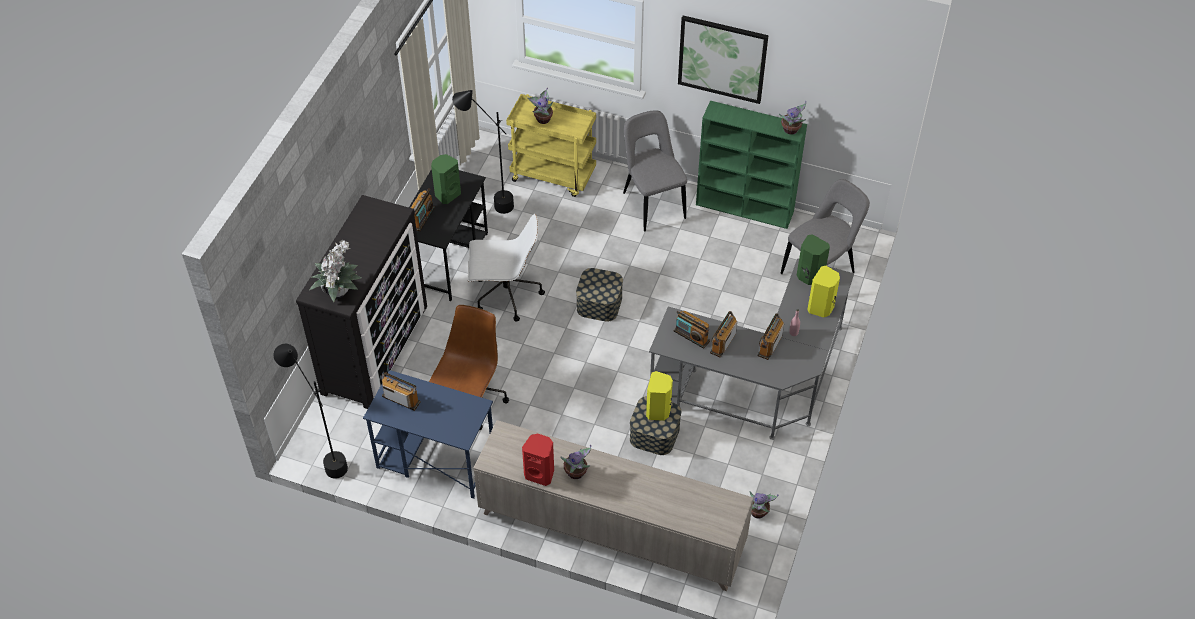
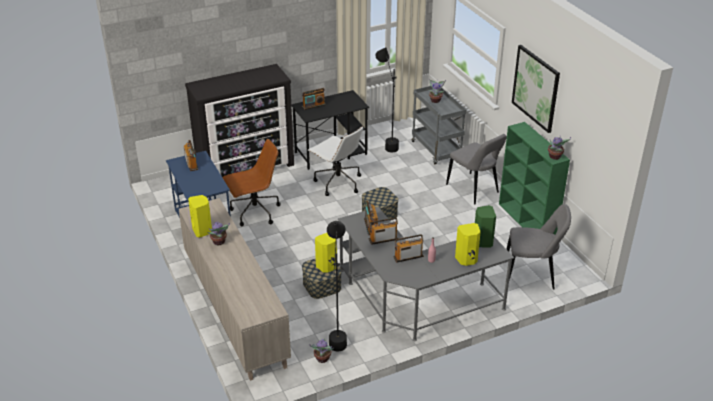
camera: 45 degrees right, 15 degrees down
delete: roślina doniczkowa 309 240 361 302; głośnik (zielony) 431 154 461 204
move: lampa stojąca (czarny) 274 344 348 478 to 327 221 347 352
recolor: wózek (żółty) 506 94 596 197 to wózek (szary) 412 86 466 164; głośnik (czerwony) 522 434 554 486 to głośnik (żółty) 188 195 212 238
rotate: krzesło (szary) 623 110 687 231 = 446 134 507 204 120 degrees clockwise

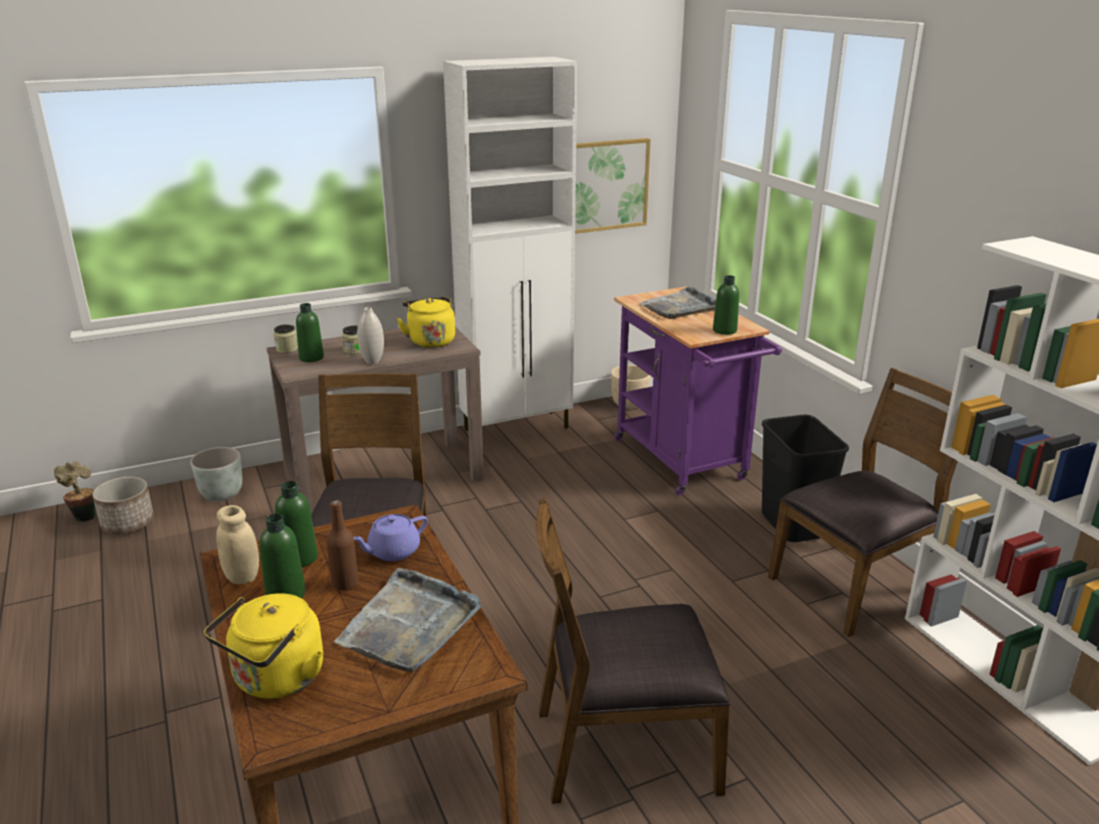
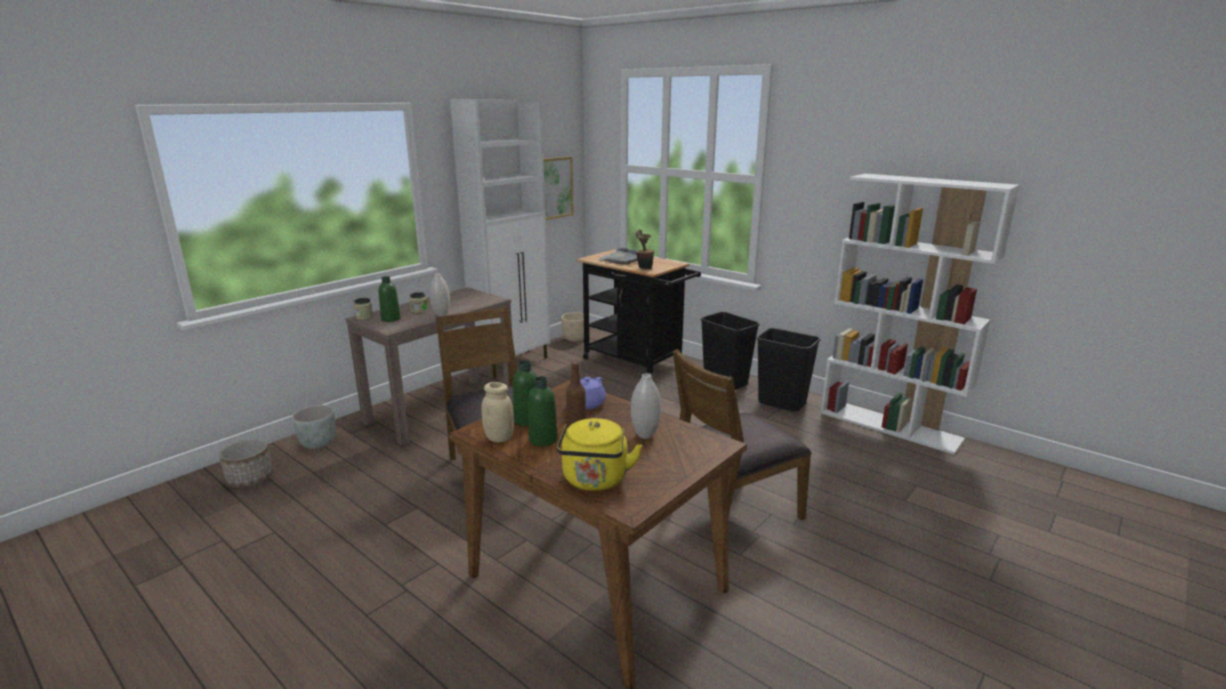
camera: 25 degrees left, 5 degrees down
delete: czajnik (żółty) 397 297 455 348; butelka (zielony) 713 275 739 335
move: roślina doniczkowa 54 461 95 522 to 636 229 654 269
replace: taca (szary) 334 568 482 672 to wazon (biały) 631 373 661 439; krzesło (brązowy) 768 368 958 637 to kosz na śmieci (czarny) 757 328 820 412
recolor: wózek (fioletowy) 614 287 782 496 to wózek (czarny) 577 250 701 377

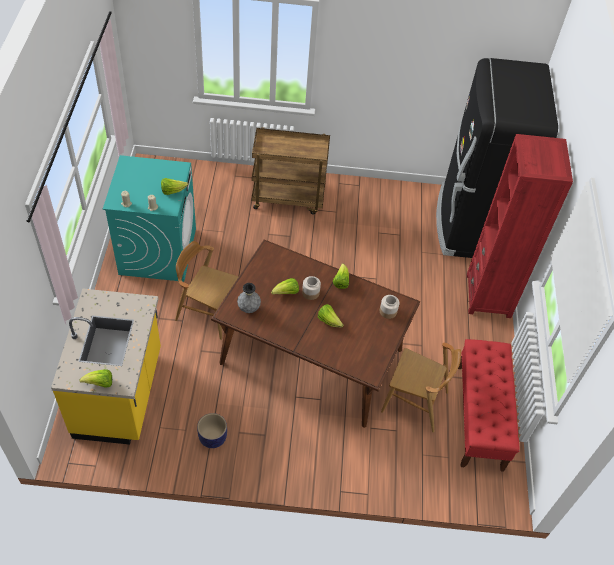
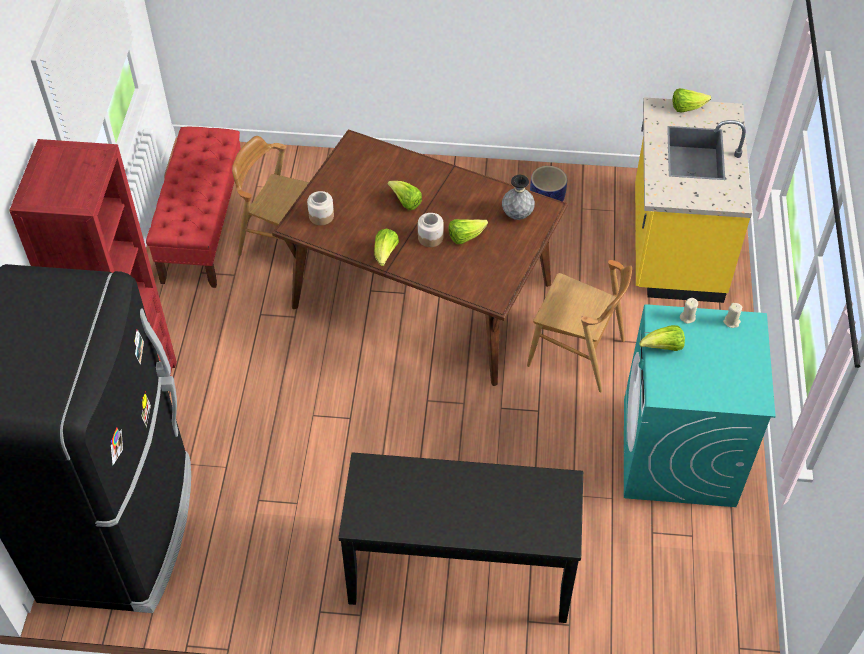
camera: 175 degrees left, 0 degrees up
replace: wózek (brązowy) 252 127 330 215 to stolik konsolowy (czarny) 338 452 583 623

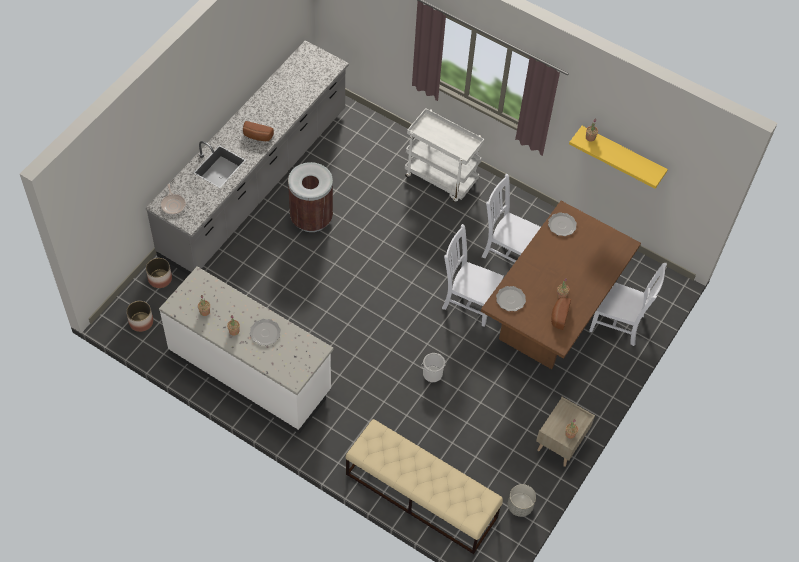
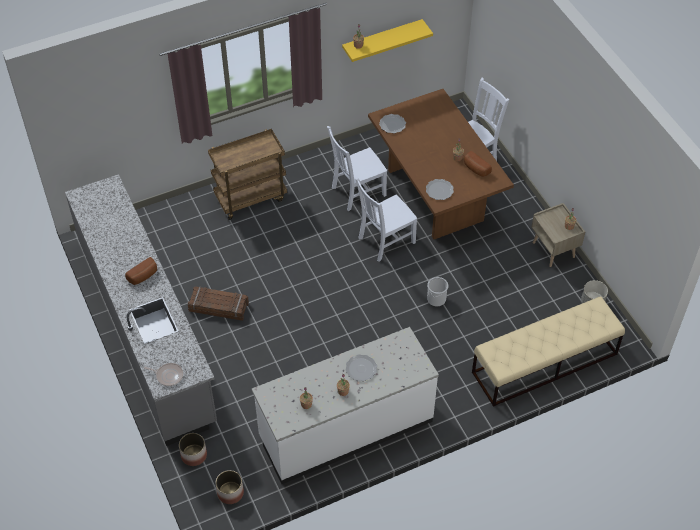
camera: 55 degrees left, 5 degrees down
replace: kosz na śmieci (brązowy) 288 162 333 232 to skrzynka 188 286 249 321
recolor: wózek (biały) 405 108 484 202 to wózek (brązowy) 208 129 287 220

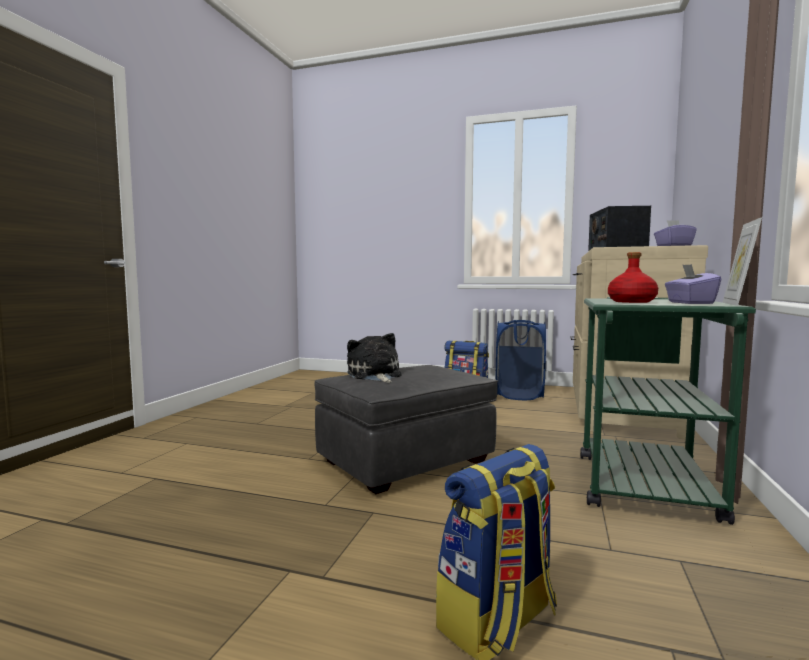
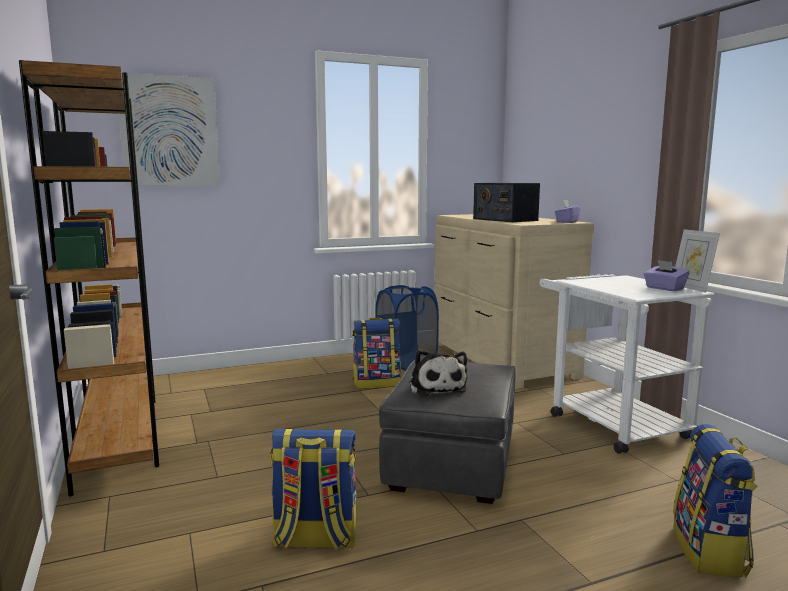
camera: 40 degrees left, 5 degrees up
delete: butelka (czerwony) 608 252 658 303
insert: regał (brązowy) 19 60 159 497; obraz 119 73 220 186; plecak 270 429 357 549
recolor: wózek (zielony) 580 297 756 525 to wózek (biały) 540 274 715 454
rotate: pluszak 347 333 402 383 = 409 349 467 396 135 degrees counterclockwise

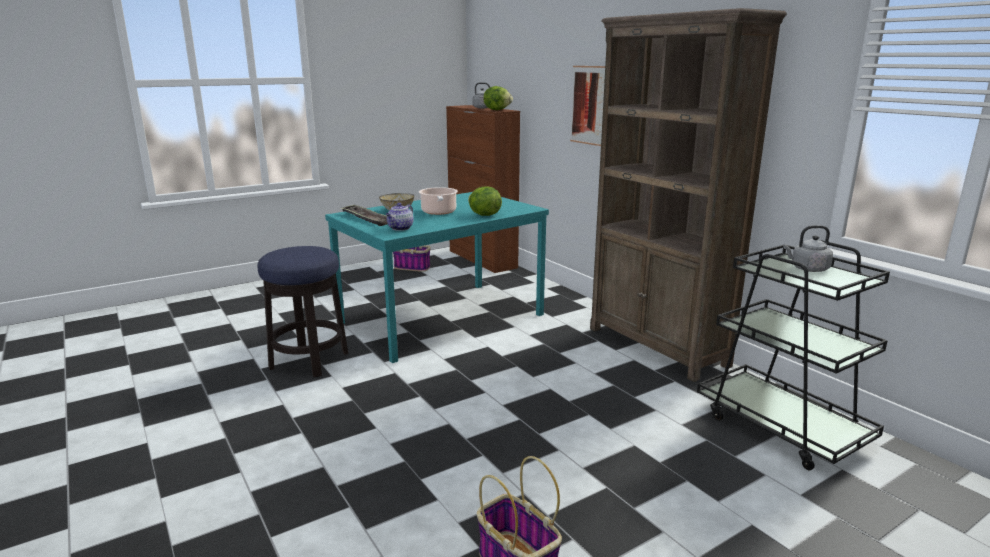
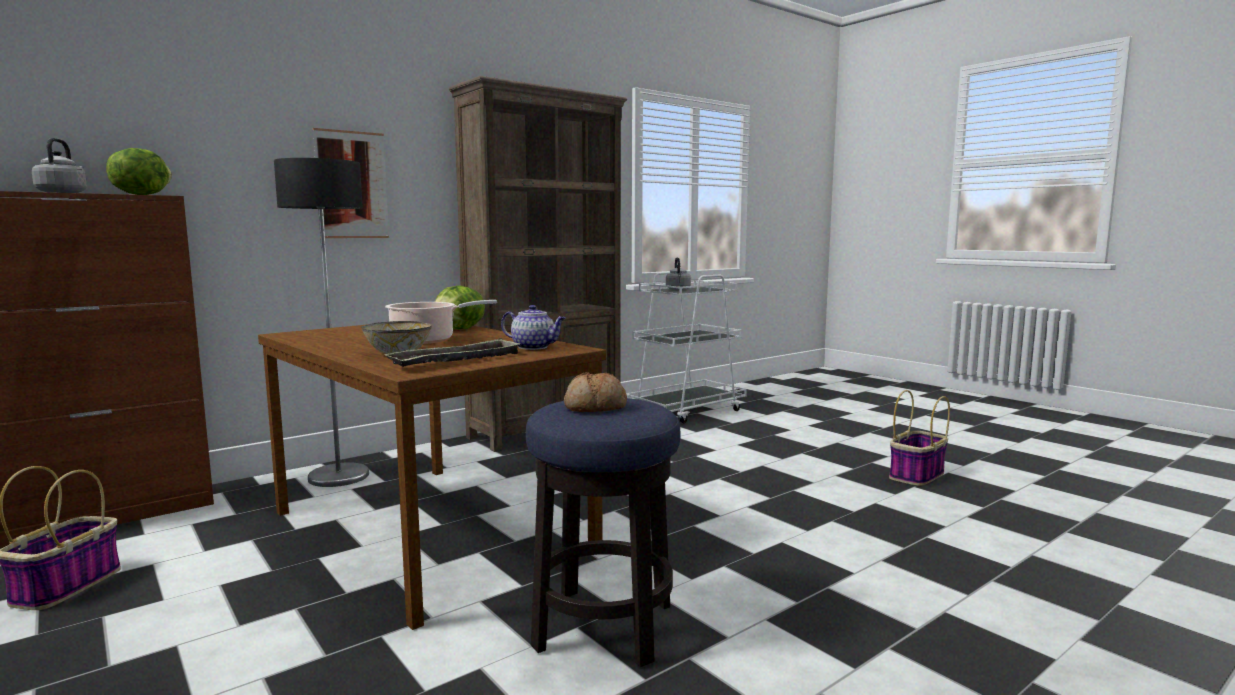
camera: 95 degrees left, 10 degrees down
insert: lampa stojąca 274 158 369 487; chleb 564 372 627 412
recolor: stół jadalny (turkusowy) 325 192 549 363 to stół jadalny (brązowy) 258 324 606 630; wózek (czarny) 697 240 890 470 to wózek (biały) 626 272 747 423

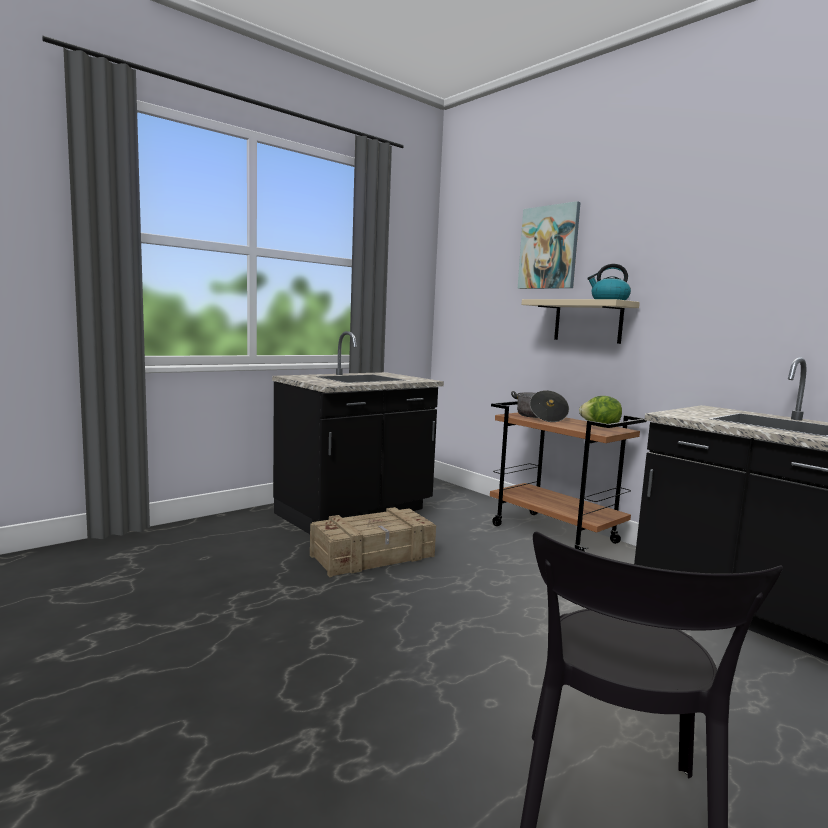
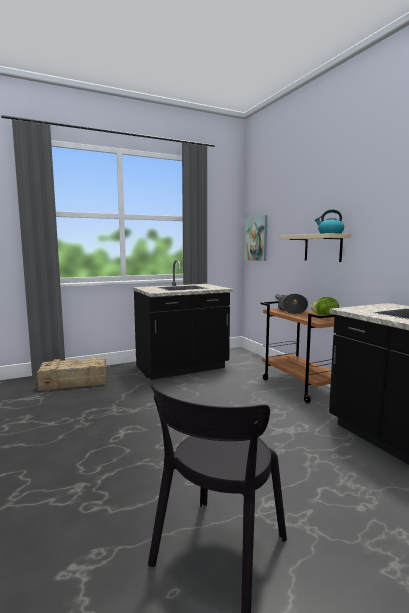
camera: 15 degrees right, 0 degrees up
move: skrzynka 310 507 436 577 to 37 356 106 391; obraz 518 201 581 289 to 244 215 267 261

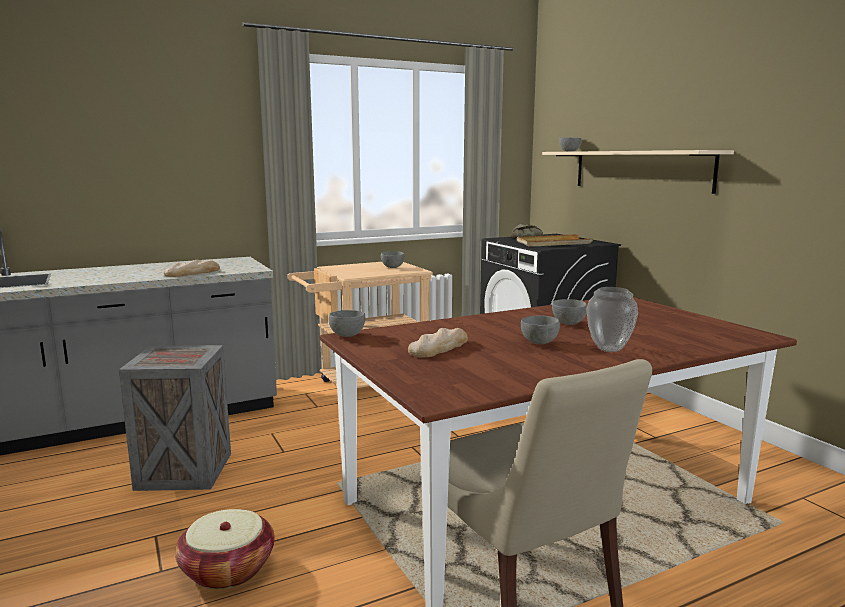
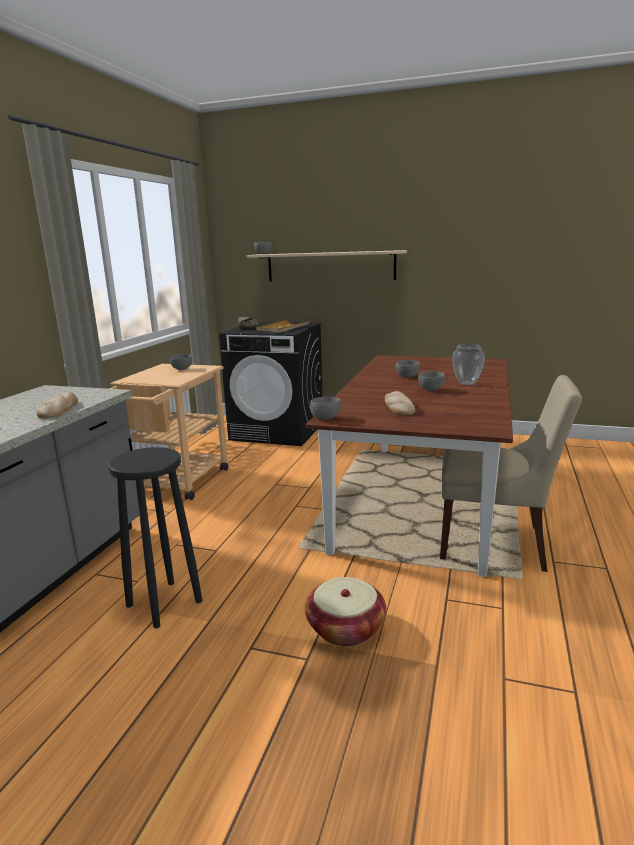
camera: 45 degrees left, 5 degrees up
replace: skrzynka 119 345 231 491 to stołek (czarny) 108 447 202 628

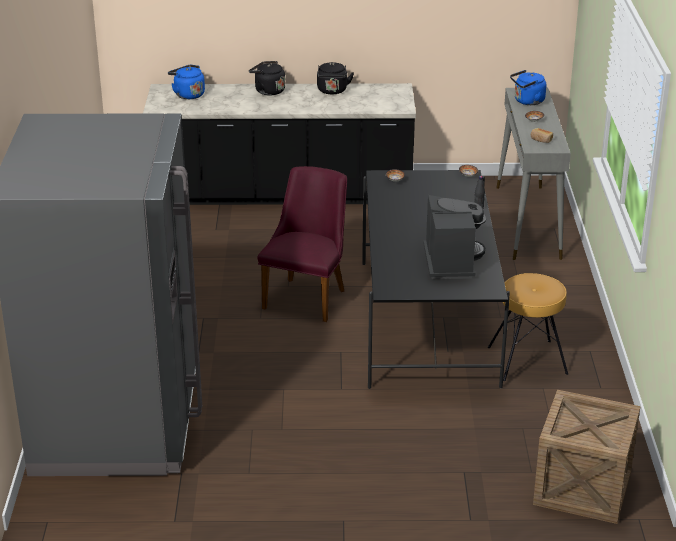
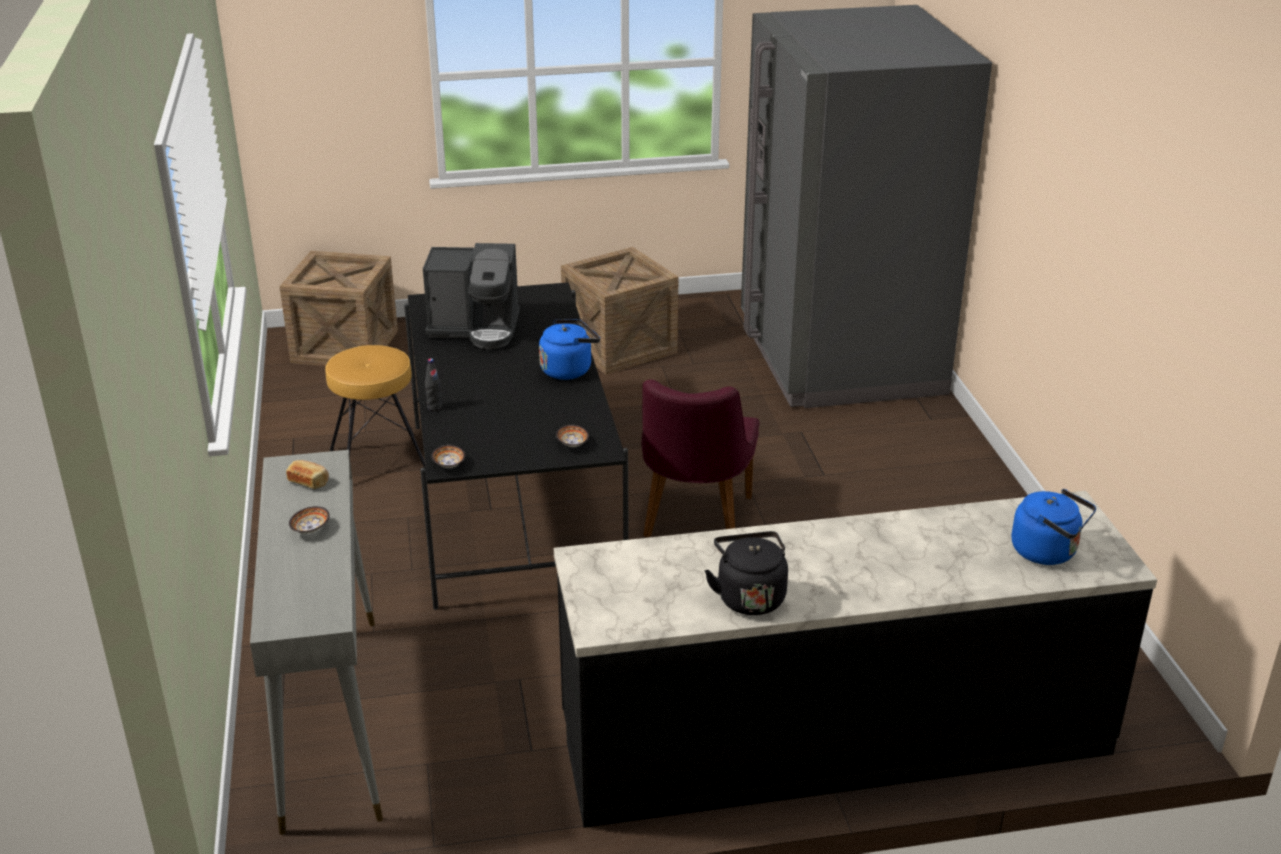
camera: 170 degrees right, 0 degrees up
delete: czajnik (czarny) 249 61 285 96
insert: skrzynka 561 247 679 375
move: czajnik (niebieski) 510 70 546 105 to 539 319 600 380
rotate: ekspres do kawy 423 195 486 279 = 423 243 520 349 75 degrees counterclockwise

